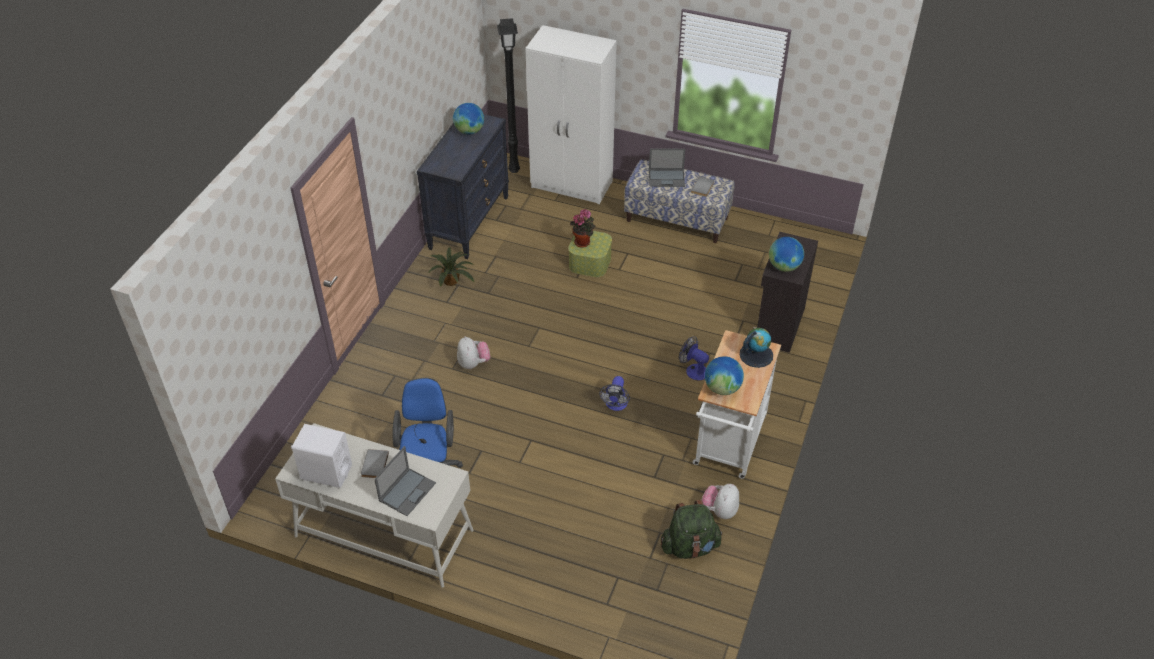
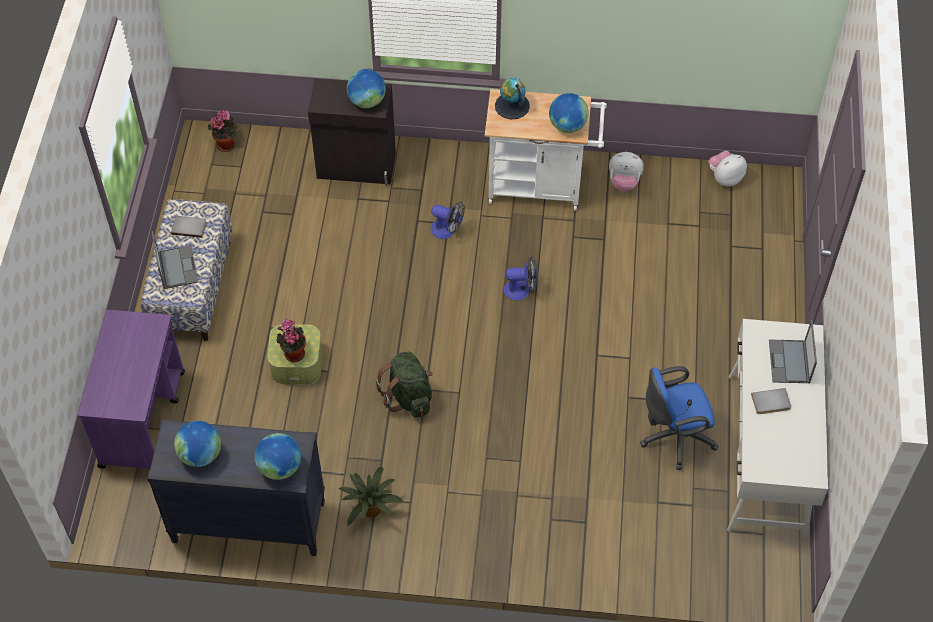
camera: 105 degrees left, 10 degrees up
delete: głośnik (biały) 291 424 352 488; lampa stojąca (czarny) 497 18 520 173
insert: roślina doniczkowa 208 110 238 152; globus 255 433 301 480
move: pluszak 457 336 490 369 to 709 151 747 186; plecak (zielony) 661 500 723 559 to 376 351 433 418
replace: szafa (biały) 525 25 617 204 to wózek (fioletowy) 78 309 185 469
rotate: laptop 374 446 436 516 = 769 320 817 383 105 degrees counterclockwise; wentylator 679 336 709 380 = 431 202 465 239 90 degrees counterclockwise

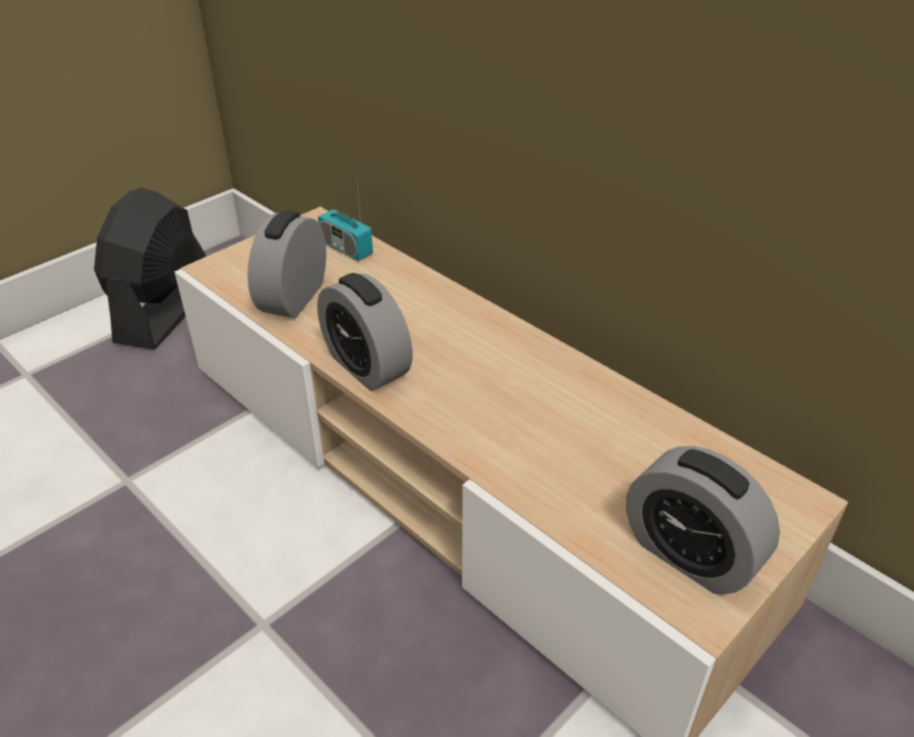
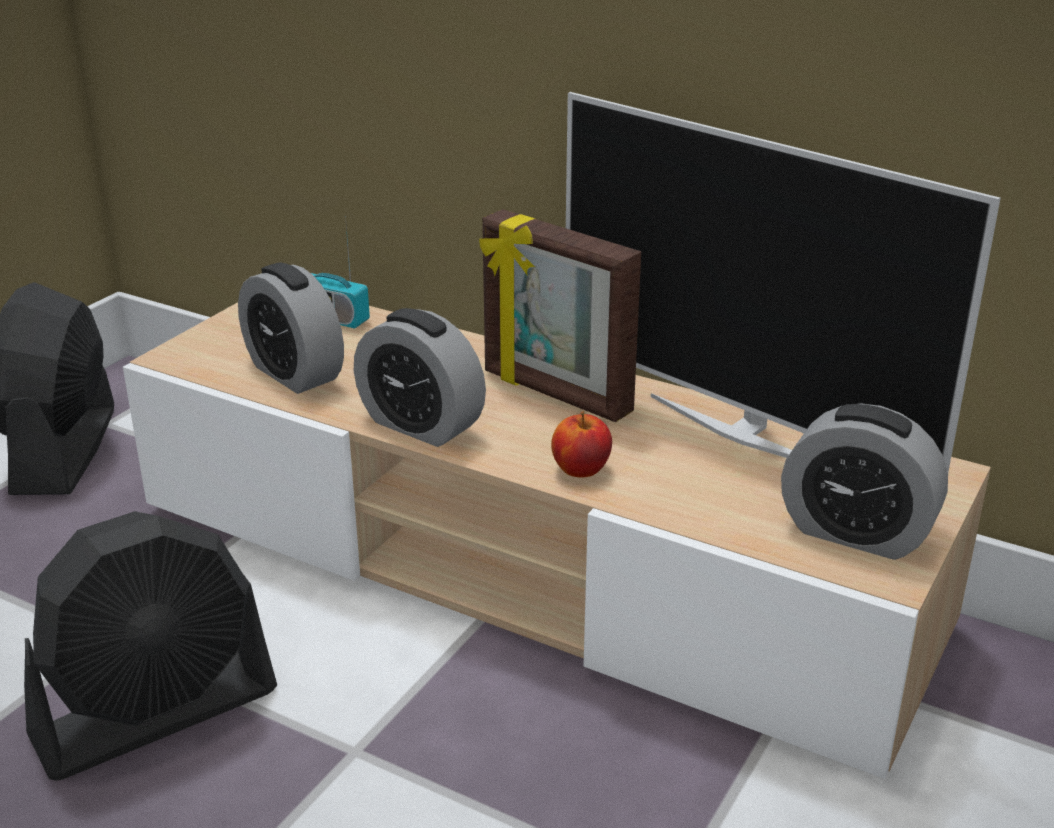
camera: 15 degrees left, 10 degrees down
insert: wentylator (czarny) 24 511 277 781; ramka na zdjęcie 479 209 641 422; jabłko 551 411 612 477; telewizor 566 92 1001 472
rotate: budzik 247 210 326 318 = 238 263 344 394 45 degrees counterclockwise

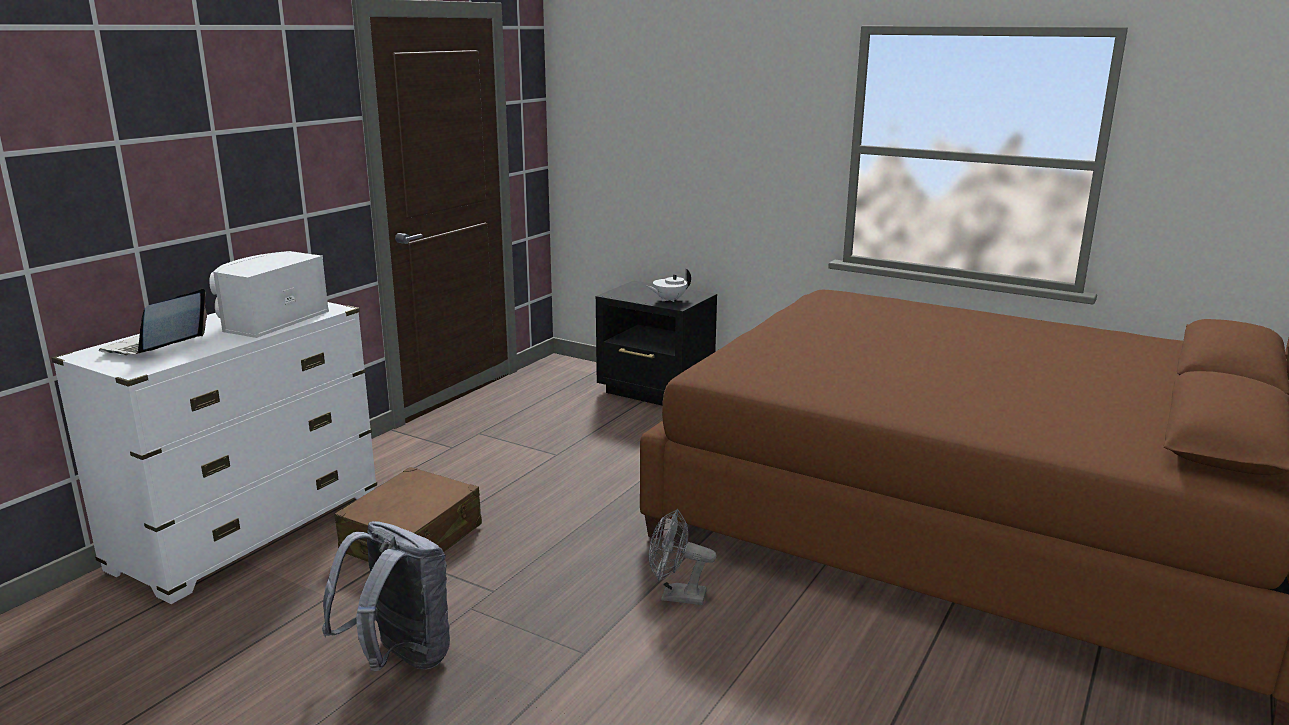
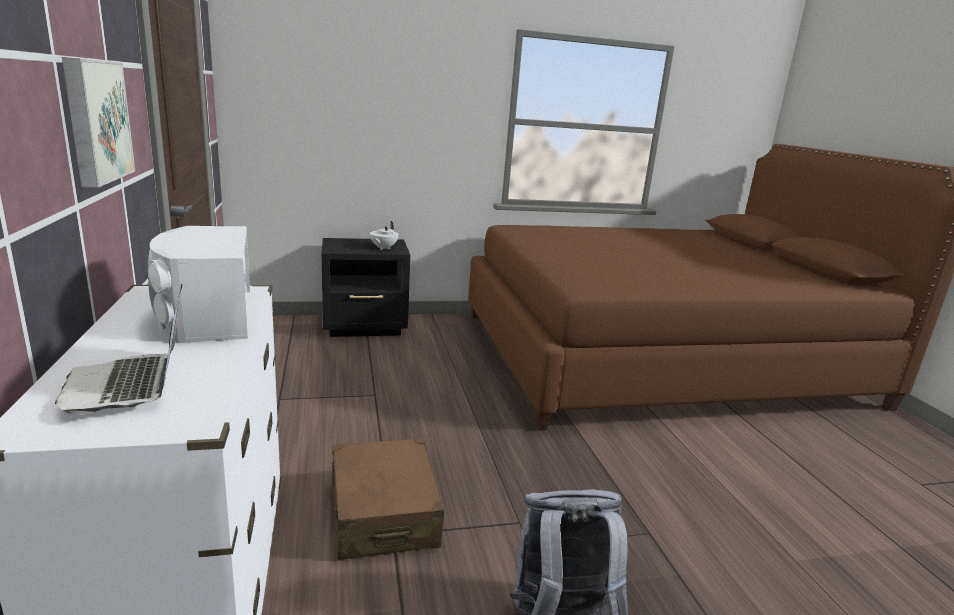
camera: 45 degrees left, 0 degrees up
delete: wentylator (szary) 649 509 716 605
insert: obraz 62 57 135 188

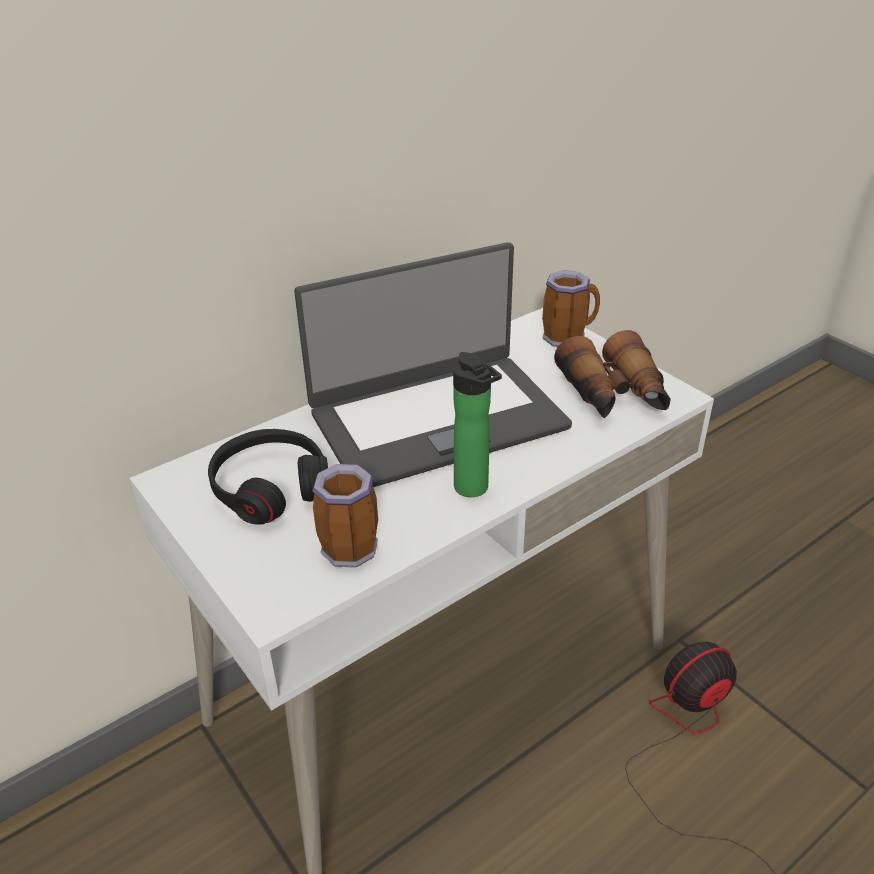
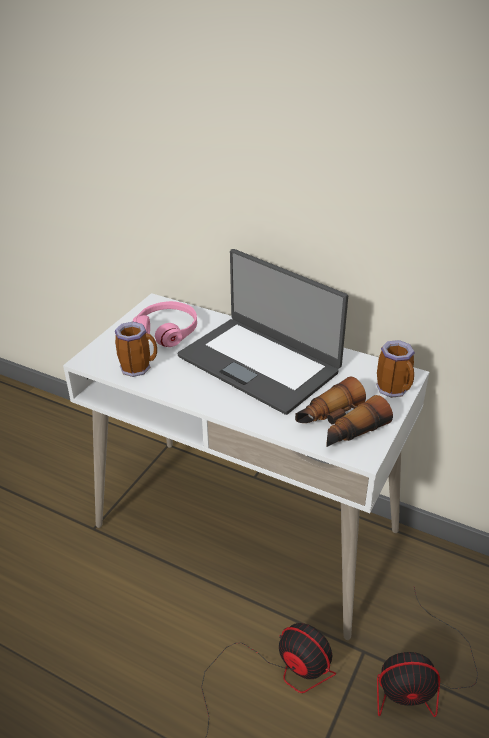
camera: 65 degrees right, 0 degrees up
delete: butelka 453 352 502 497
insert: wentylator 377 587 478 717
recolor: słuchawki (czarny) 208 429 328 525 to słuchawki (różowy) 133 301 197 347

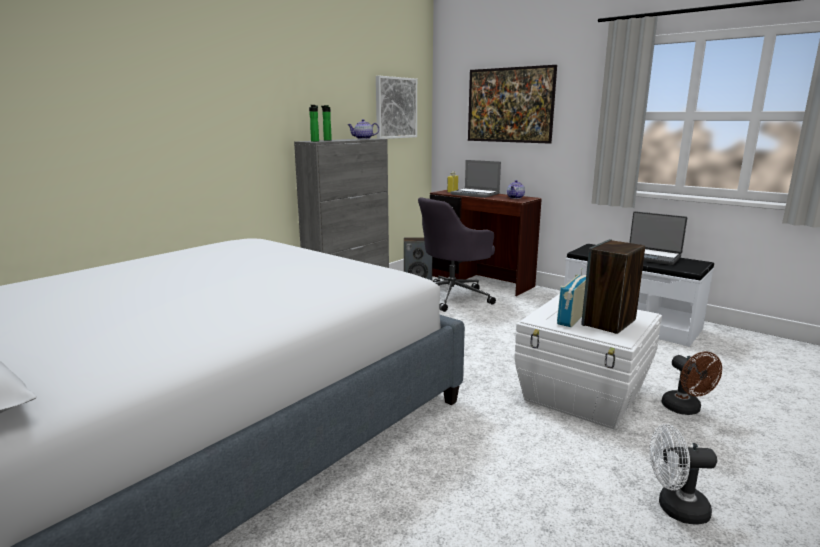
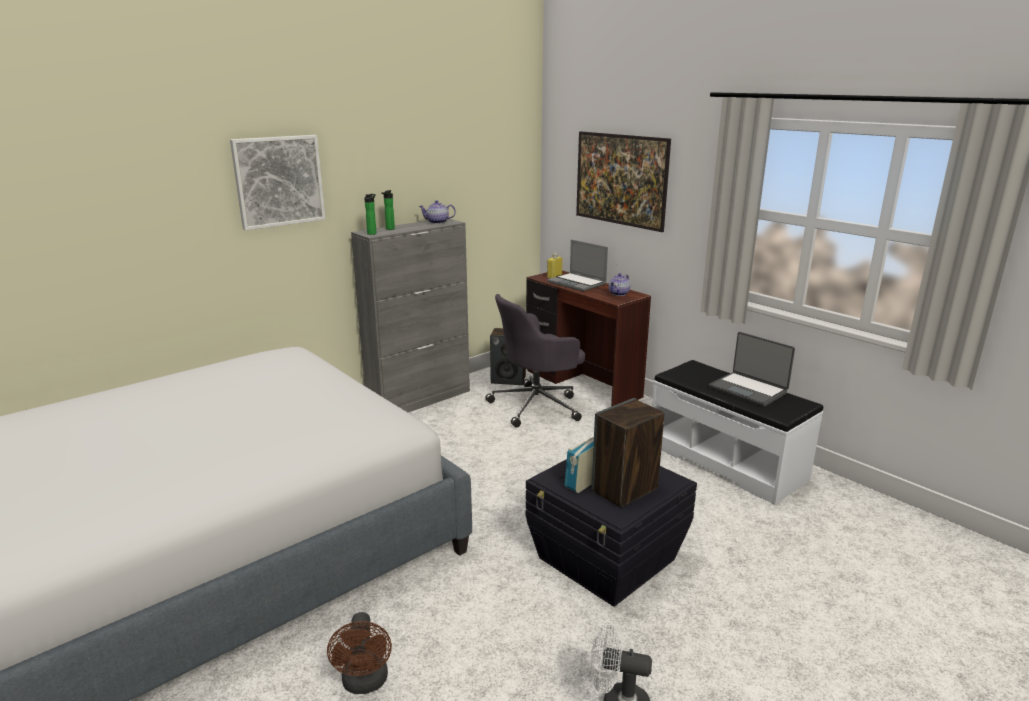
camera: 10 degrees right, 5 degrees up
move: obraz 376 76 417 139 to 230 135 325 230; wentylator (brązowy) 662 351 722 415 to 327 612 392 694
recolor: pojemnik do przechowywania (biały) 514 294 662 430 to pojemnik do przechowywania (czarny) 526 459 697 607

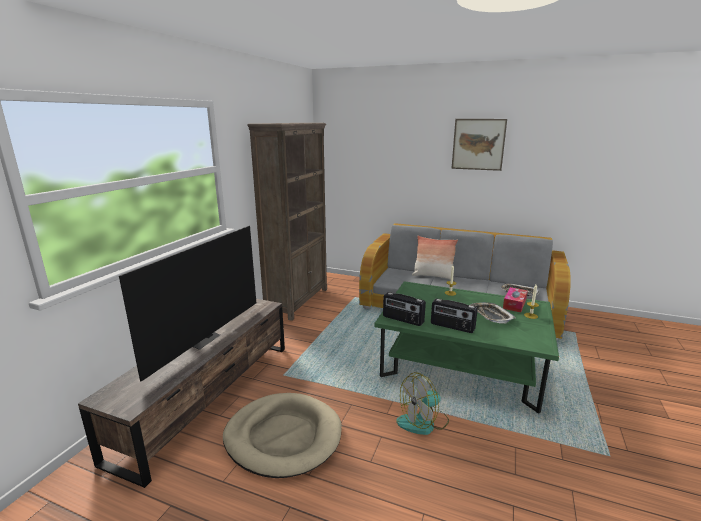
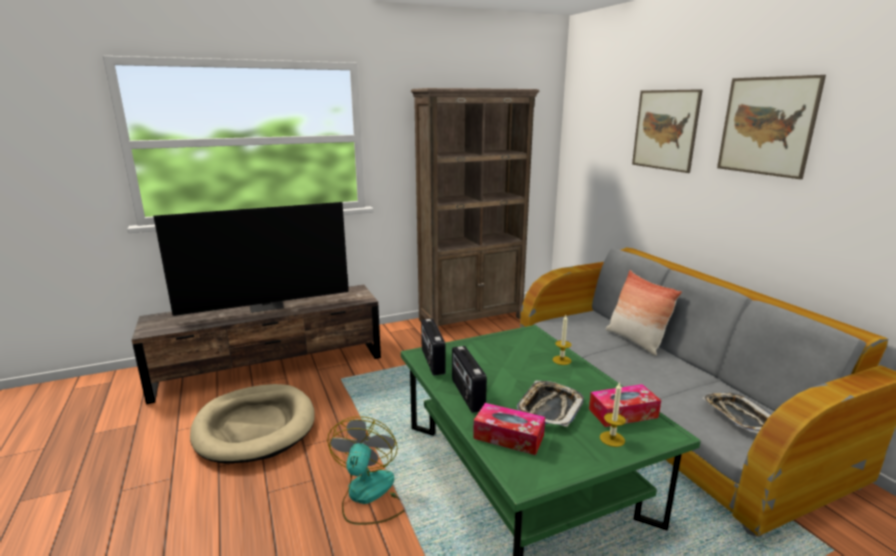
camera: 45 degrees right, 0 degrees up
insert: pudełko chusteczek 473 403 545 455; obraz 632 89 703 173
rotate: wentylator 396 372 449 435 = 327 416 404 525 75 degrees clockwise

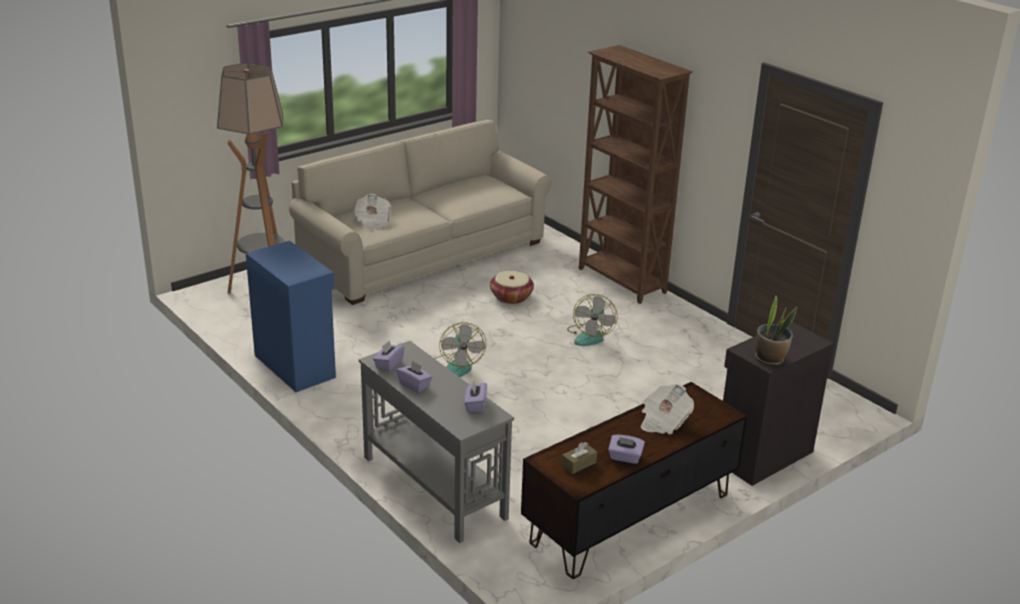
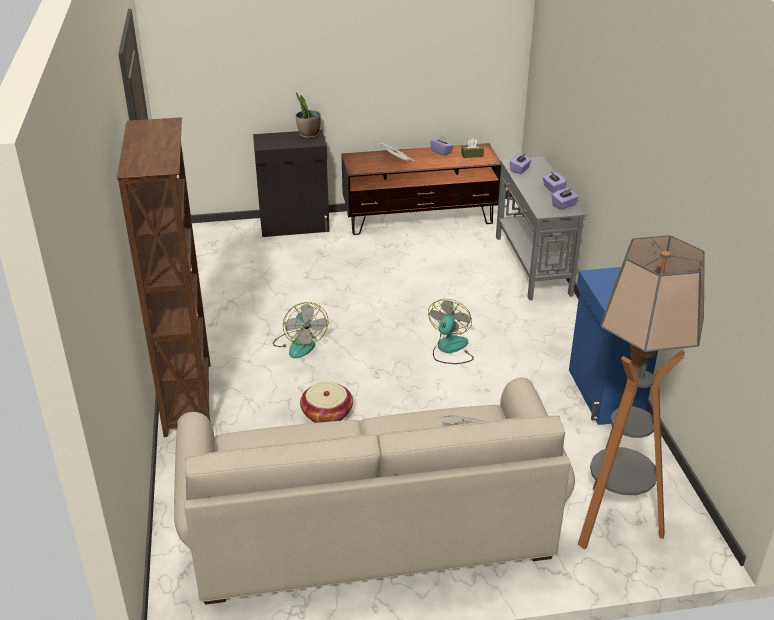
camera: 150 degrees left, 5 degrees up
rotate: wentylator 567 294 618 346 = 273 302 328 358 120 degrees clockwise

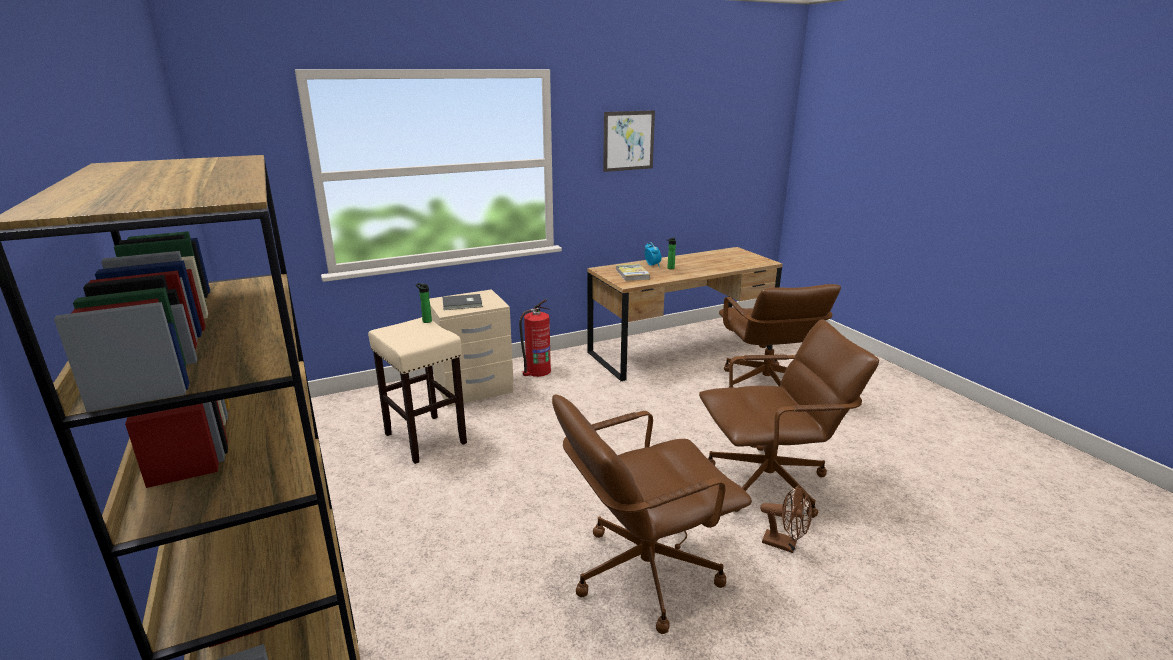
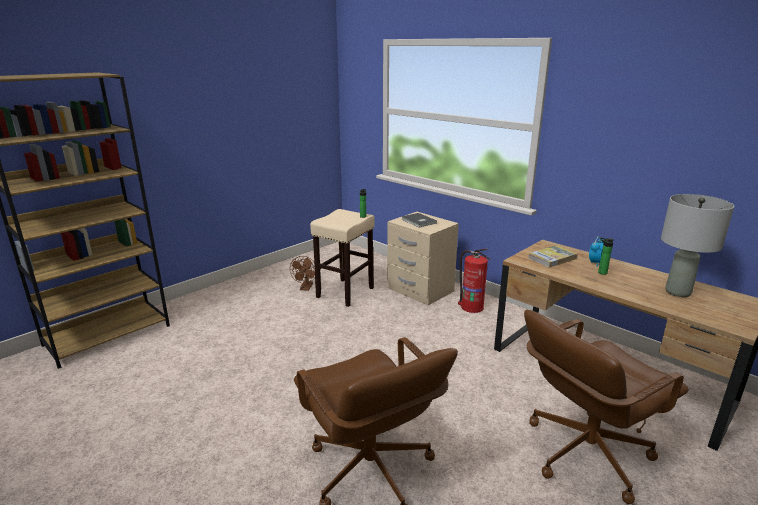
camera: 70 degrees right, 0 degrees up
delete: krzesło biurowe (brązowy) 552 394 752 634; obraz 603 110 655 172
insert: lampa stołowa (szary) 661 194 735 297
move: wentylator (brązowy) 760 485 812 553 to 290 256 315 291

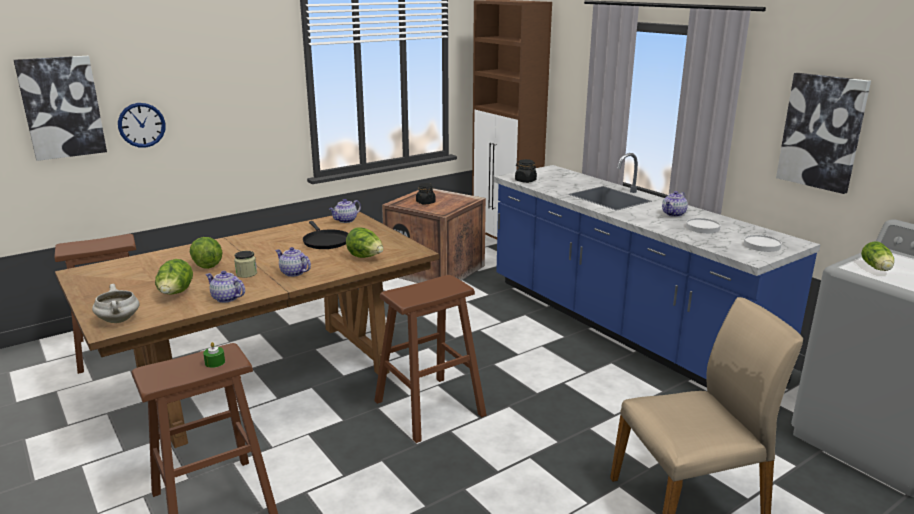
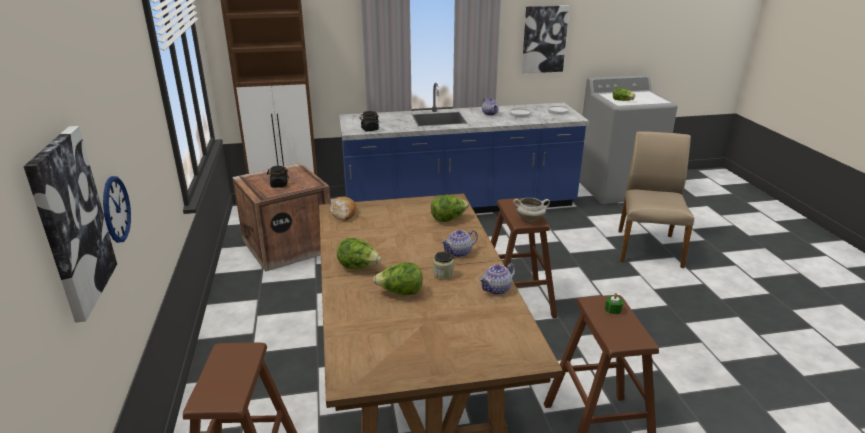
camera: 65 degrees left, 5 degrees up
delete: patelnia (czarny) 303 221 349 249
move: garnek (biały) 92 284 140 323 to 513 198 550 222; sałata 155 259 193 295 to 337 238 381 269
replace: imbryk 329 199 361 223 to chleb 330 197 356 221

